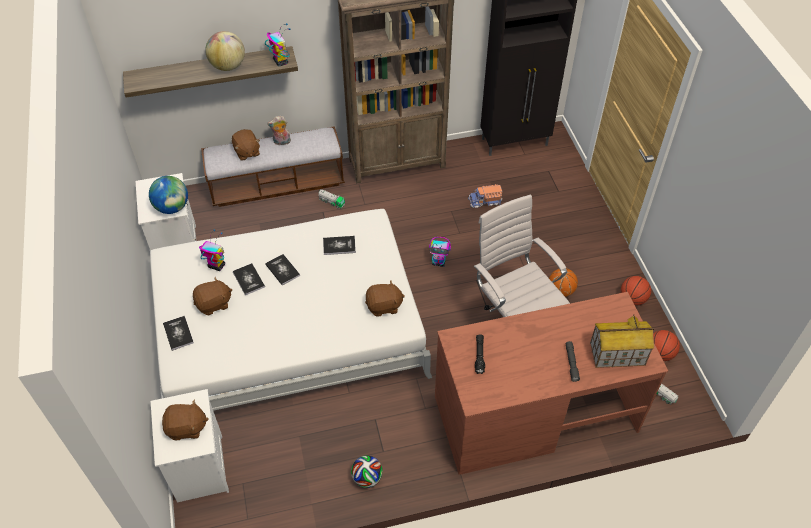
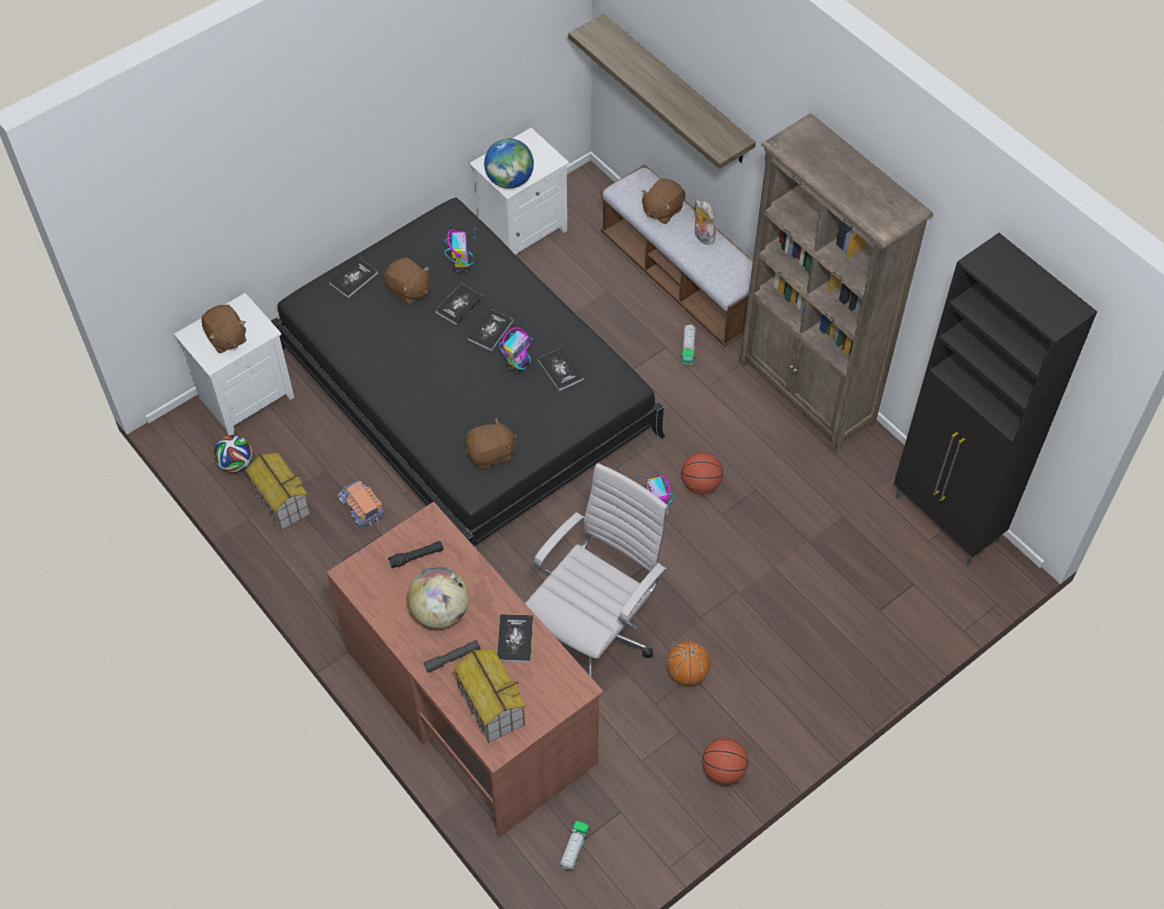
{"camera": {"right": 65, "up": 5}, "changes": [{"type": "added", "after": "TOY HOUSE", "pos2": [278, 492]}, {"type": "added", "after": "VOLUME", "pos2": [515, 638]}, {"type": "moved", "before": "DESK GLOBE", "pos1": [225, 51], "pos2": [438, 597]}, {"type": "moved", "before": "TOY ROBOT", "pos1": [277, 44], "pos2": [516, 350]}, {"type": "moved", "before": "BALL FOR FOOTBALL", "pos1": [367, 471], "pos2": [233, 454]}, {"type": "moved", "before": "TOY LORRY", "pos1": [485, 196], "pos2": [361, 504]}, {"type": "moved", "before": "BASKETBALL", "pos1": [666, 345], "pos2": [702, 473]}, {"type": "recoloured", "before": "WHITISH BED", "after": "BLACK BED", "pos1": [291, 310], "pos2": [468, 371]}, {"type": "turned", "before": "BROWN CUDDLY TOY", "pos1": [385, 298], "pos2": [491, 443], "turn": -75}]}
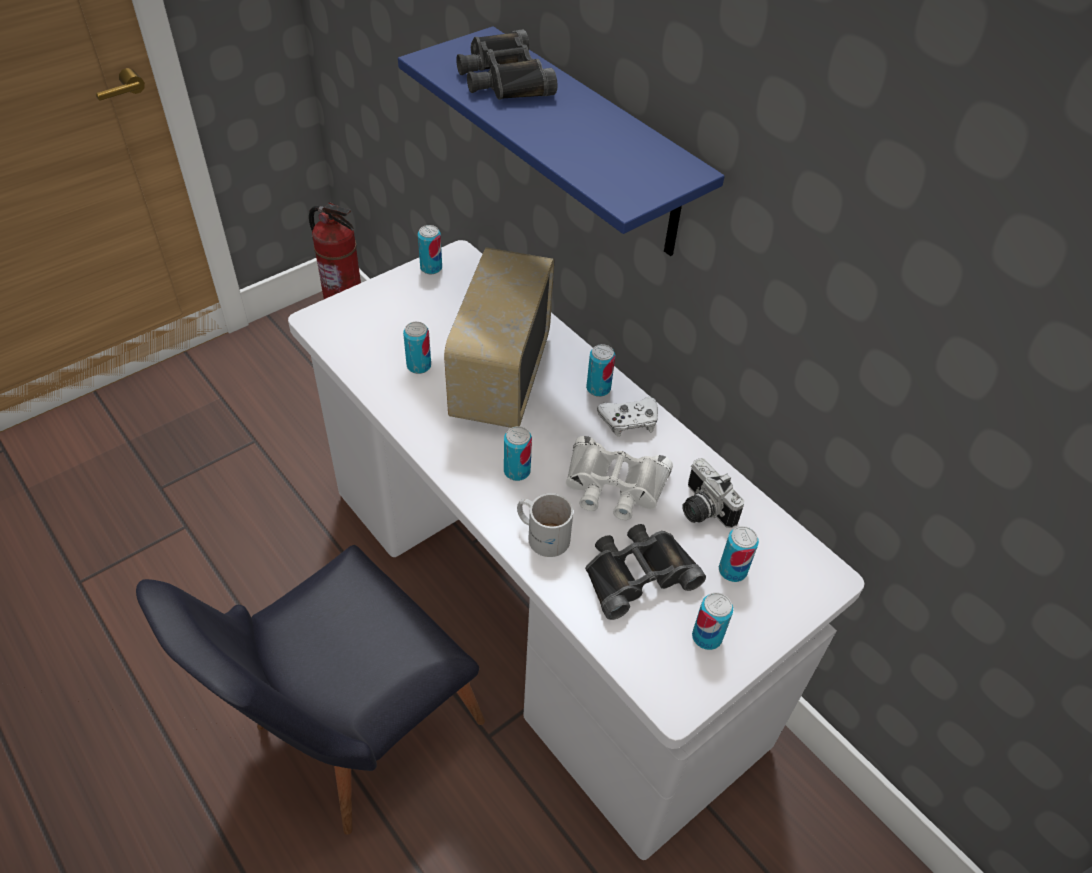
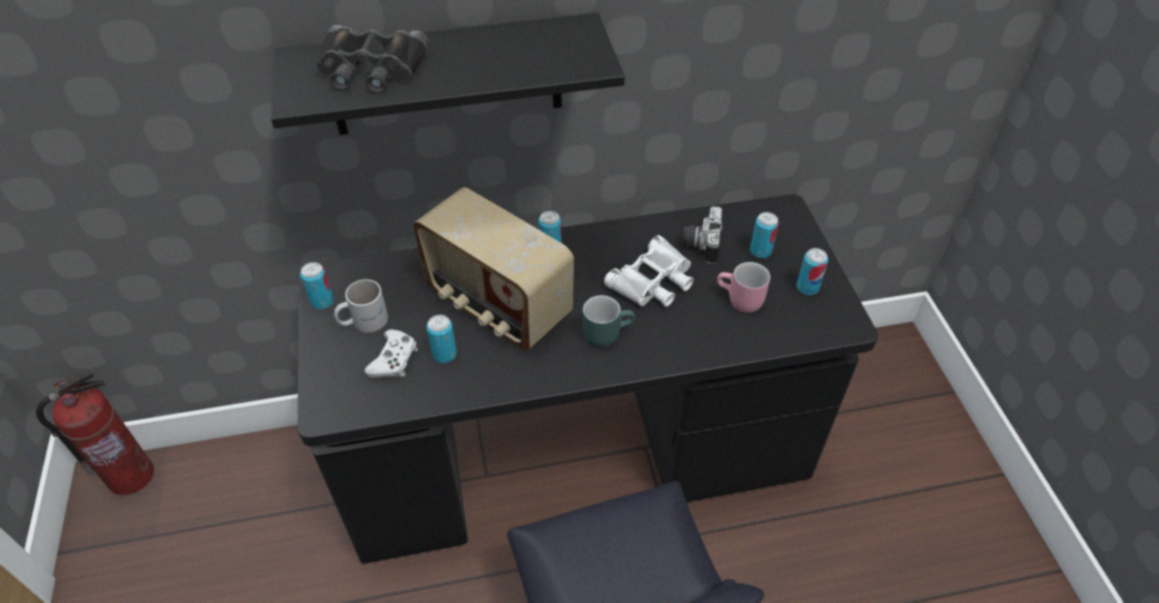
{"camera": {"right": -60, "up": 0}, "changes": [{"type": "moved", "before": "WHITISH MUG", "pos1": [545, 525], "pos2": [361, 305]}, {"type": "moved", "before": "WHITISH JOYPAD", "pos1": [627, 417], "pos2": [391, 353]}, {"type": "replaced", "before": "SEALED CAN", "after": "TURQUOISE MUG", "pos1": [518, 453], "pos2": [609, 321]}, {"type": "replaced", "before": "BLACK PAIR OF BINOCULARS", "after": "PINK-COLOURED MUG", "pos1": [645, 572], "pos2": [743, 287]}, {"type": "recoloured", "before": "WHITISH DESK UNIT", "after": "BLACK DESK UNIT", "pos1": [576, 550], "pos2": [588, 379]}, {"type": "recoloured", "before": "BLUE-COLOURED WALL SHELF", "after": "BLACK WALL SHELF", "pos1": [561, 141], "pos2": [448, 74]}, {"type": "turned", "before": "STILL CAMERA", "pos1": [713, 493], "pos2": [702, 235], "turn": 105}]}
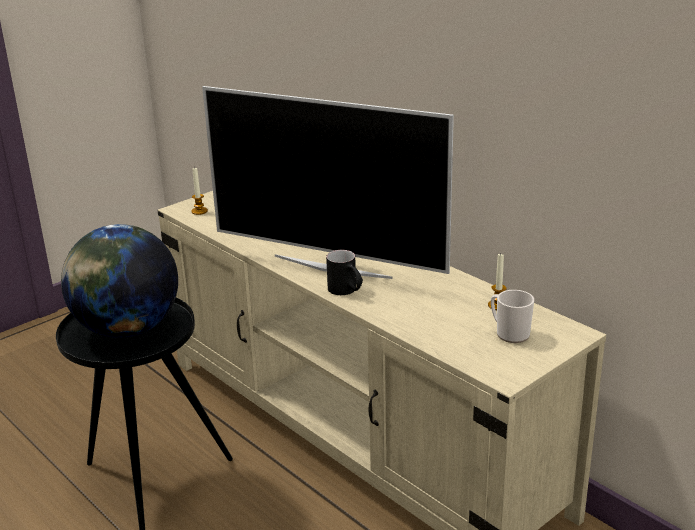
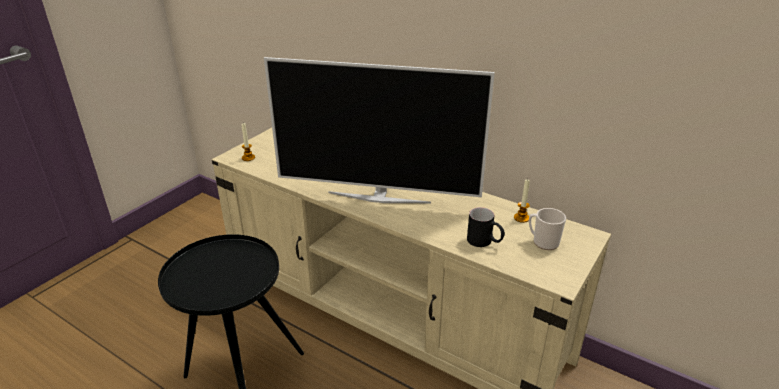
{"camera": {"right": -15, "up": 5}, "changes": [{"type": "removed", "before": "DESK GLOBE", "pos1": [119, 281]}, {"type": "moved", "before": "BLACK MUG", "pos1": [344, 272], "pos2": [486, 227]}]}
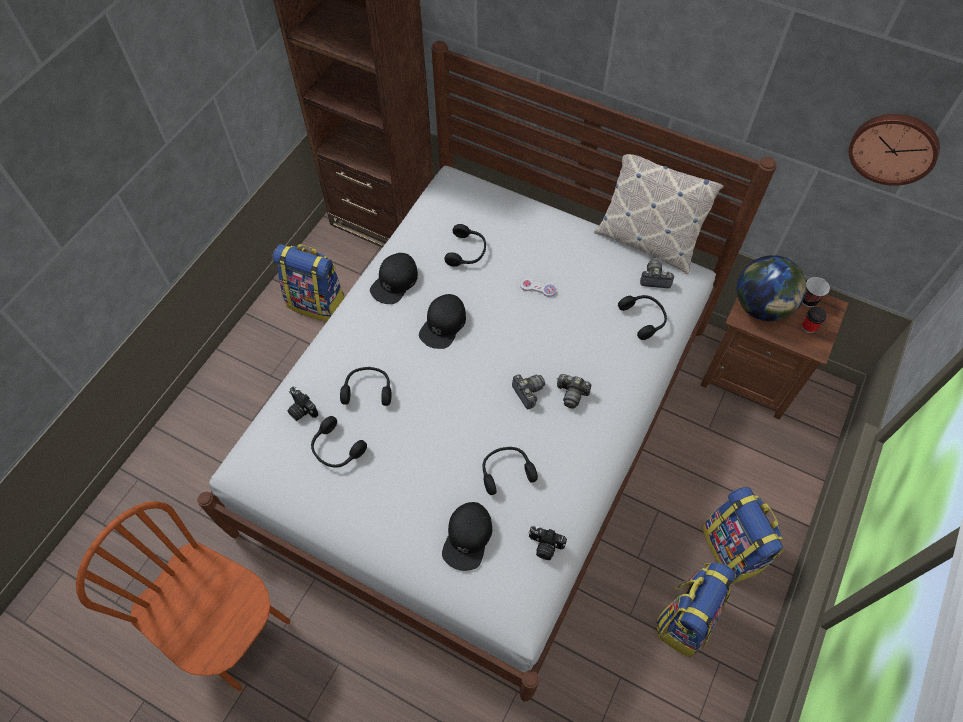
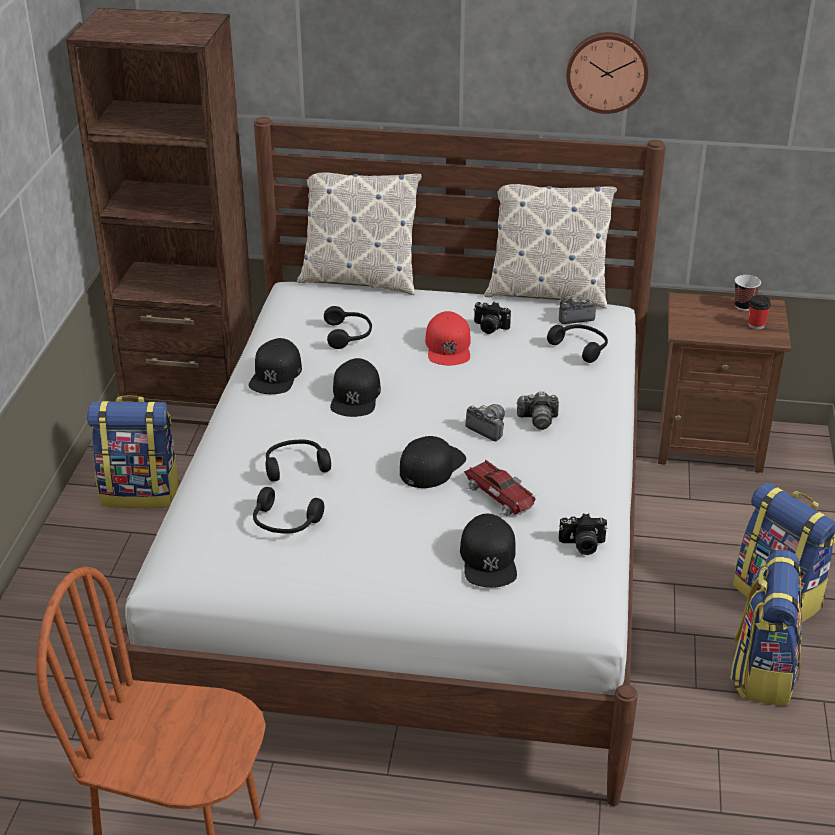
{"camera": {"right": -20, "up": -25}, "changes": [{"type": "removed", "before": "DESK GLOBE", "pos1": [771, 288]}, {"type": "added", "after": "PILLOW", "pos2": [359, 233]}, {"type": "added", "after": "BLACK PEAKED CAP", "pos2": [433, 462]}, {"type": "moved", "before": "STILL CAMERA", "pos1": [302, 404], "pos2": [492, 318]}, {"type": "moved", "before": "HANGING CLOCK", "pos1": [894, 150], "pos2": [607, 73]}, {"type": "replaced", "before": "BLACK HEADPHONES", "after": "MINIATURE CAR", "pos1": [510, 471], "pos2": [500, 488]}, {"type": "replaced", "before": "WHITISH JOYPAD", "after": "RED-COLOURED PEAKED CAP", "pos1": [538, 287], "pos2": [448, 338]}]}
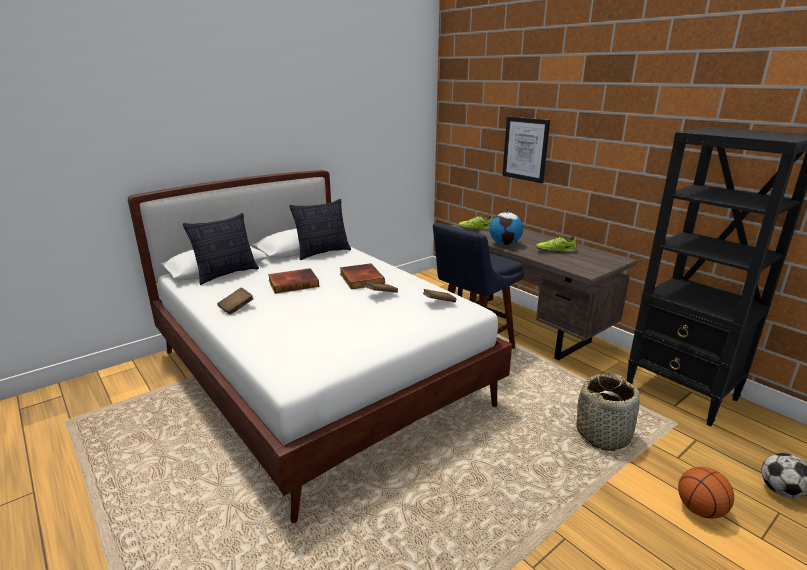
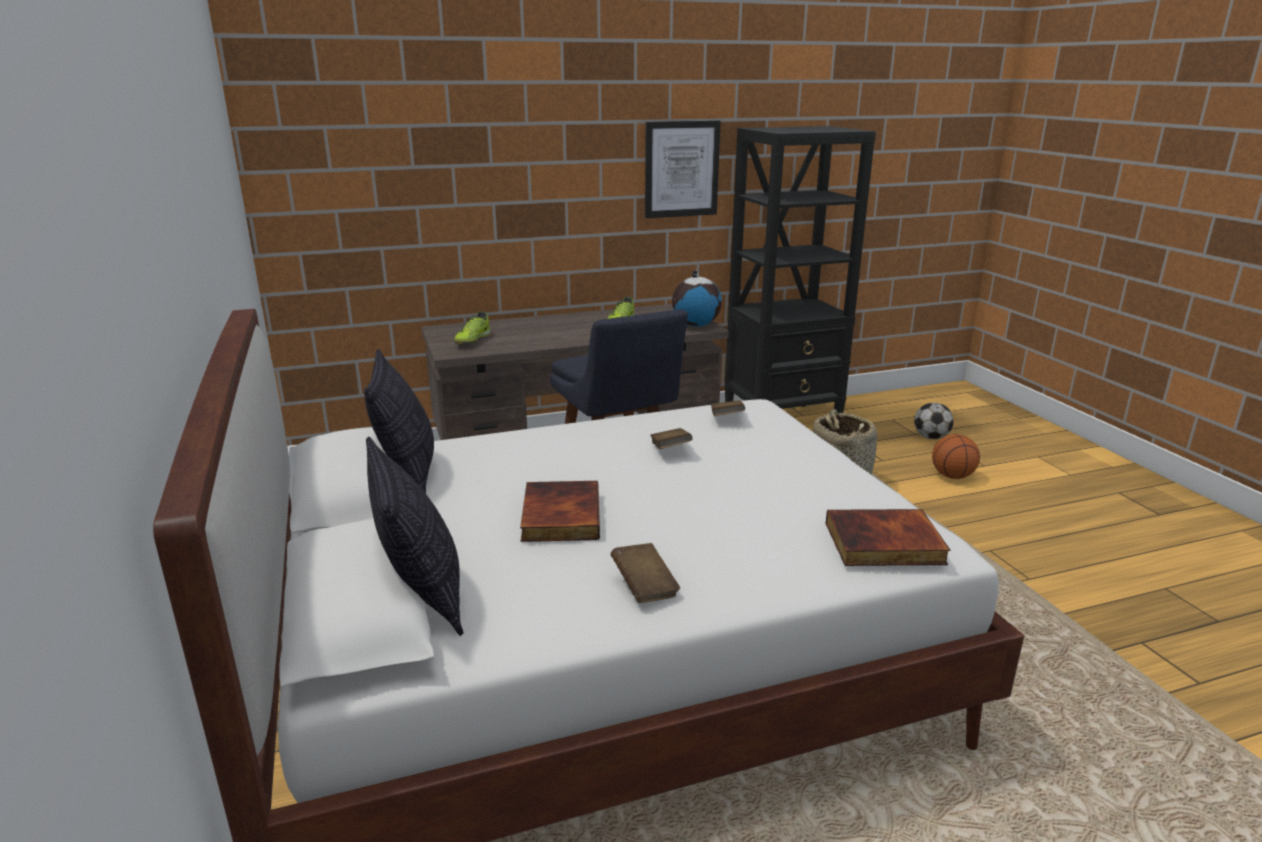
{"camera": {"right": -70, "up": 0}, "changes": [{"type": "moved", "before": "VOLUME", "pos1": [362, 276], "pos2": [888, 537]}, {"type": "moved", "before": "DESK GLOBE", "pos1": [506, 226], "pos2": [697, 298]}, {"type": "moved", "before": "WALL PICTURE", "pos1": [526, 150], "pos2": [683, 169]}]}
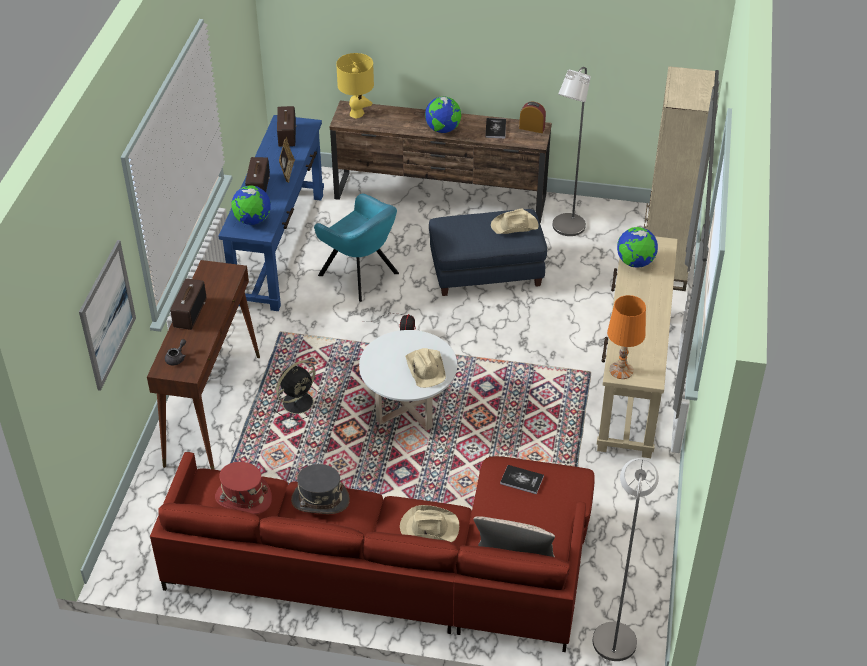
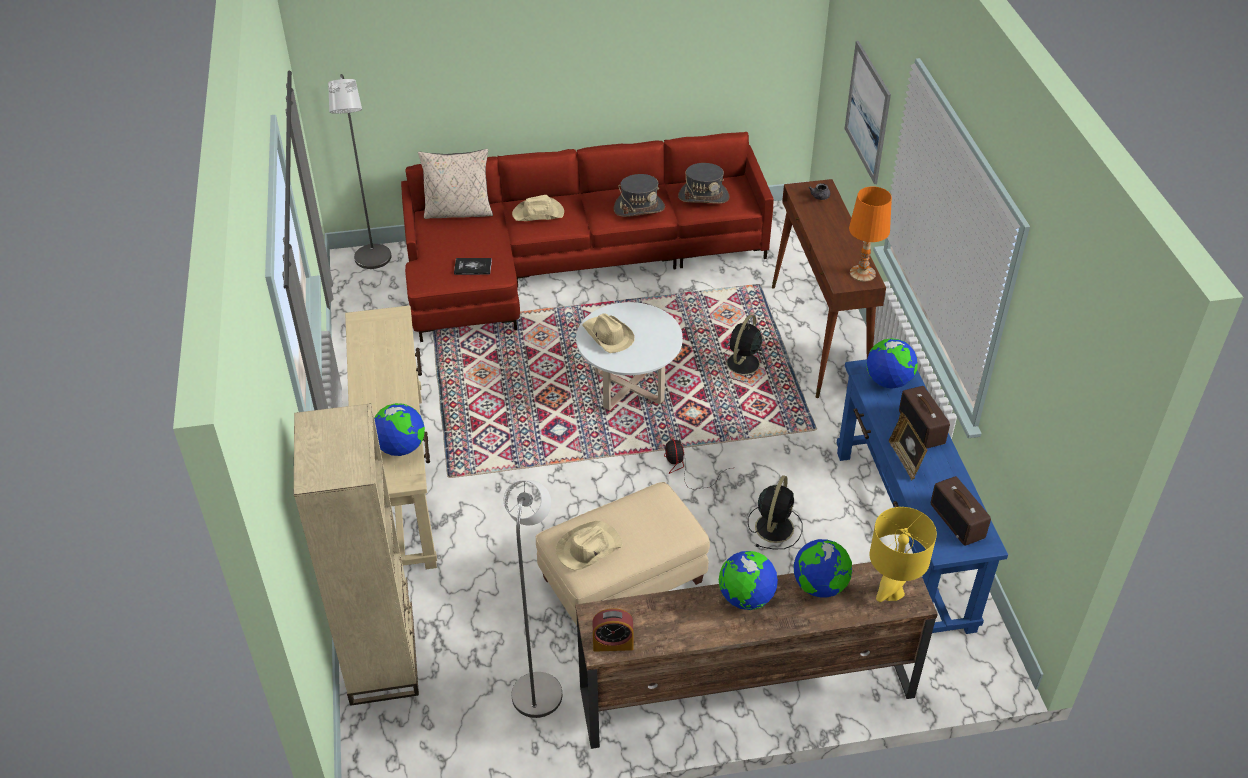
{"camera": {"right": 160, "up": 0}, "changes": [{"type": "removed", "before": "RADIO RECEIVER", "pos1": [188, 304]}, {"type": "removed", "before": "VOLUME", "pos1": [495, 128]}, {"type": "added", "after": "DESK GLOBE", "pos2": [822, 568]}, {"type": "moved", "before": "ORANGEY TABLETOP LAMP", "pos1": [626, 337], "pos2": [870, 234]}, {"type": "replaced", "before": "TURQUOISE ARMCHAIR", "after": "BLACK FAN", "pos1": [356, 248], "pos2": [775, 512]}, {"type": "recoloured", "before": "RED-COLOURED CLOTHING HAT", "after": "GREY CLOTHING HAT", "pos1": [243, 488], "pos2": [703, 183]}, {"type": "recoloured", "before": "BLUE-COLOURED FOOTREST", "after": "BEIGE-COLOURED FOOTREST", "pos1": [488, 252], "pos2": [623, 554]}]}
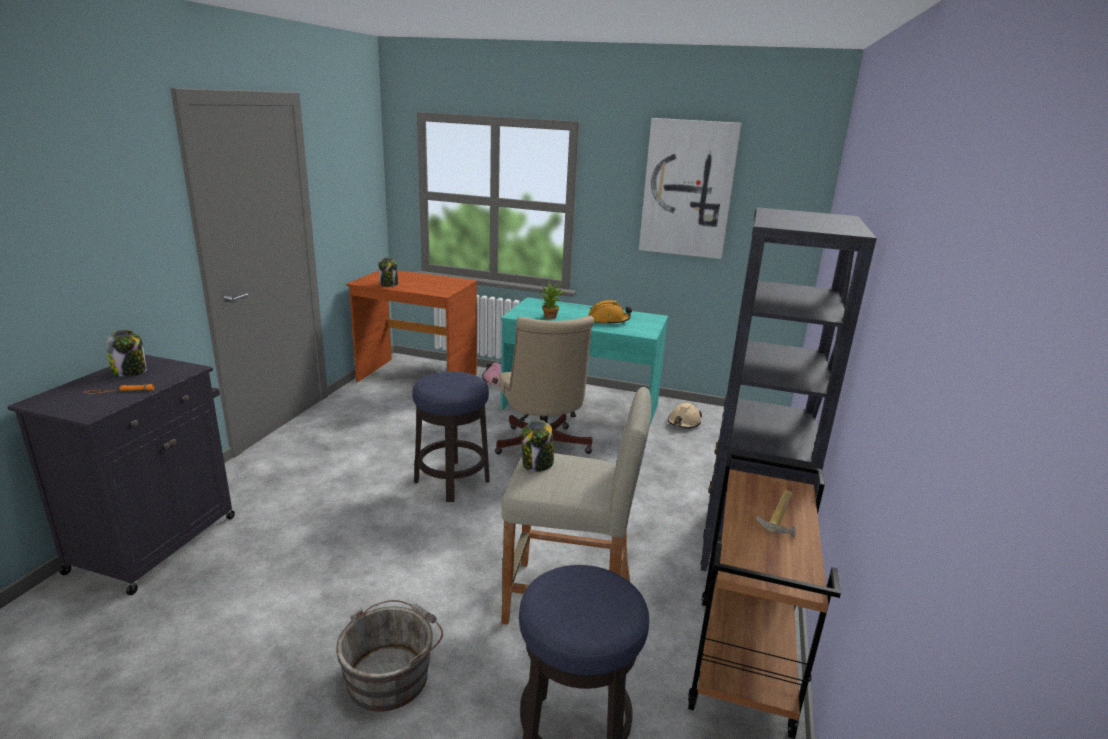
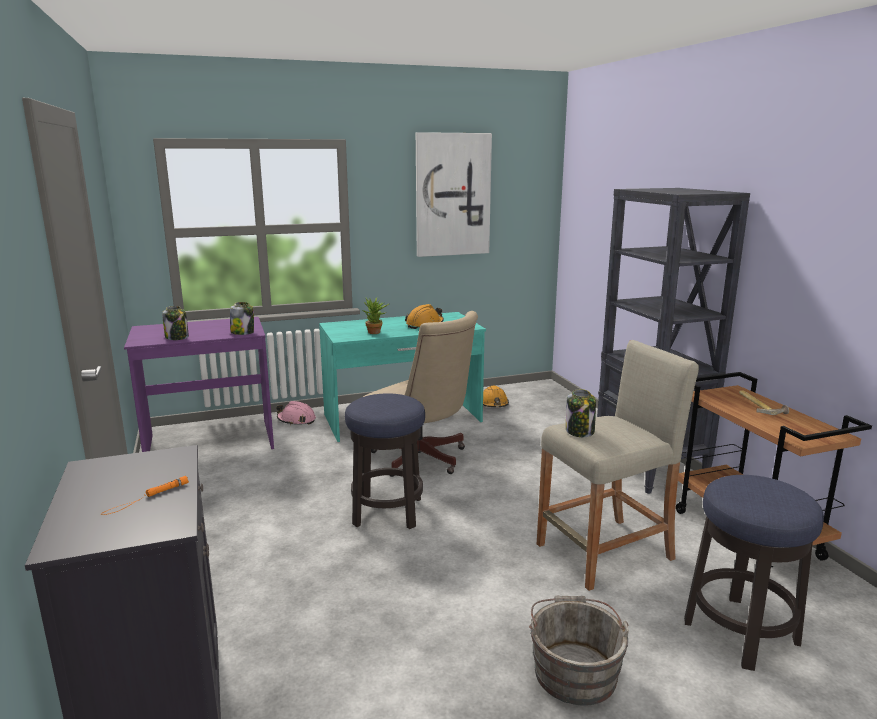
{"camera": {"right": -35, "up": -5}, "changes": [{"type": "moved", "before": "JAR", "pos1": [126, 353], "pos2": [242, 318]}, {"type": "recoloured", "before": "BROWN DESK UNIT", "after": "PURPLE-COLOURED DESK UNIT", "pos1": [411, 326], "pos2": [199, 384]}, {"type": "recoloured", "before": "BEIGE-COLOURED WORK HELMET", "after": "ORANGEY WORK HELMET", "pos1": [685, 415], "pos2": [496, 396]}]}
